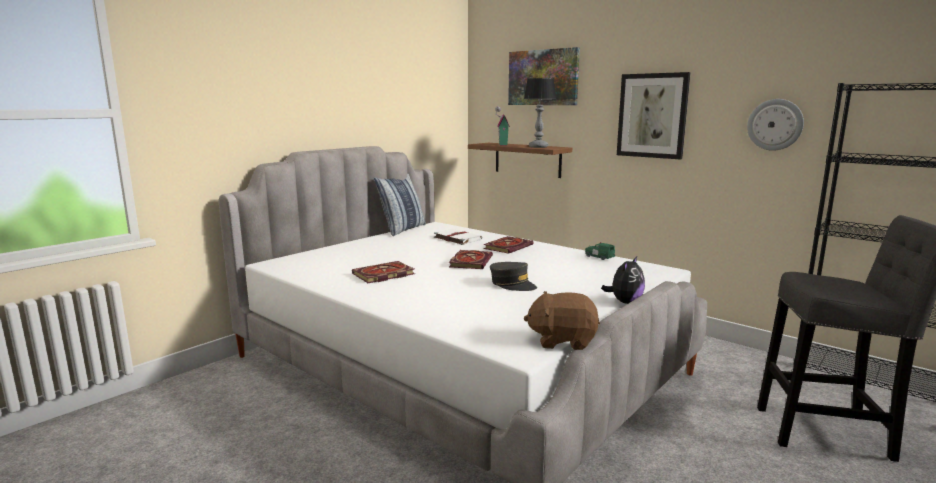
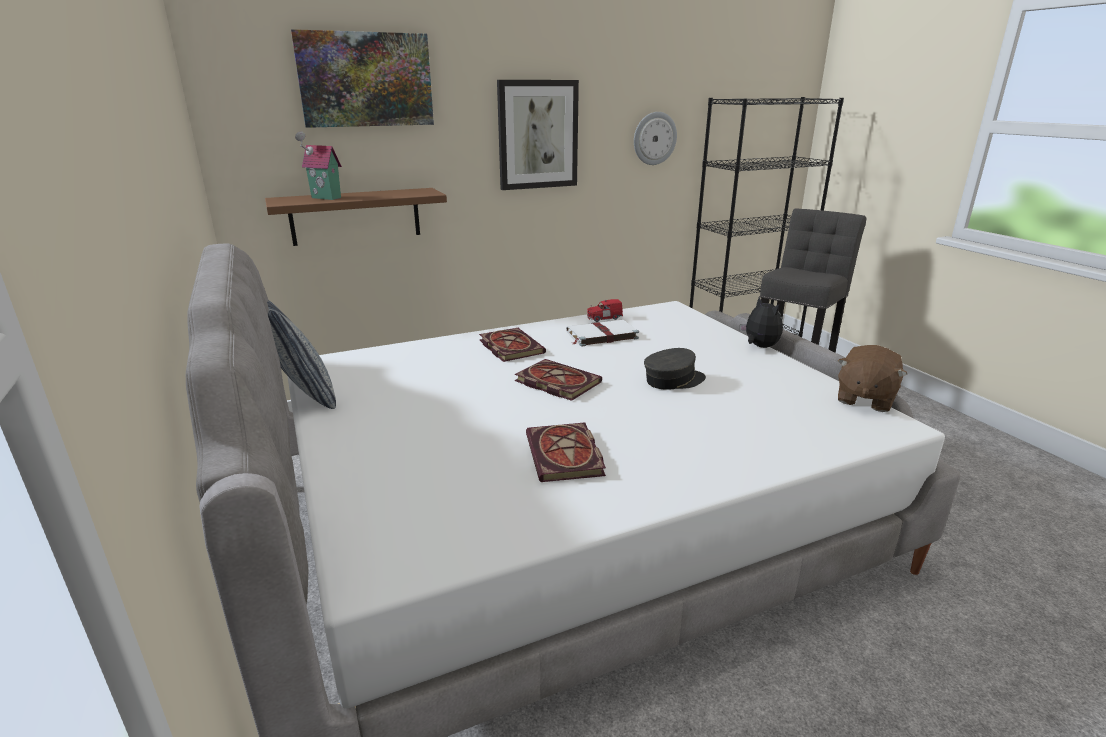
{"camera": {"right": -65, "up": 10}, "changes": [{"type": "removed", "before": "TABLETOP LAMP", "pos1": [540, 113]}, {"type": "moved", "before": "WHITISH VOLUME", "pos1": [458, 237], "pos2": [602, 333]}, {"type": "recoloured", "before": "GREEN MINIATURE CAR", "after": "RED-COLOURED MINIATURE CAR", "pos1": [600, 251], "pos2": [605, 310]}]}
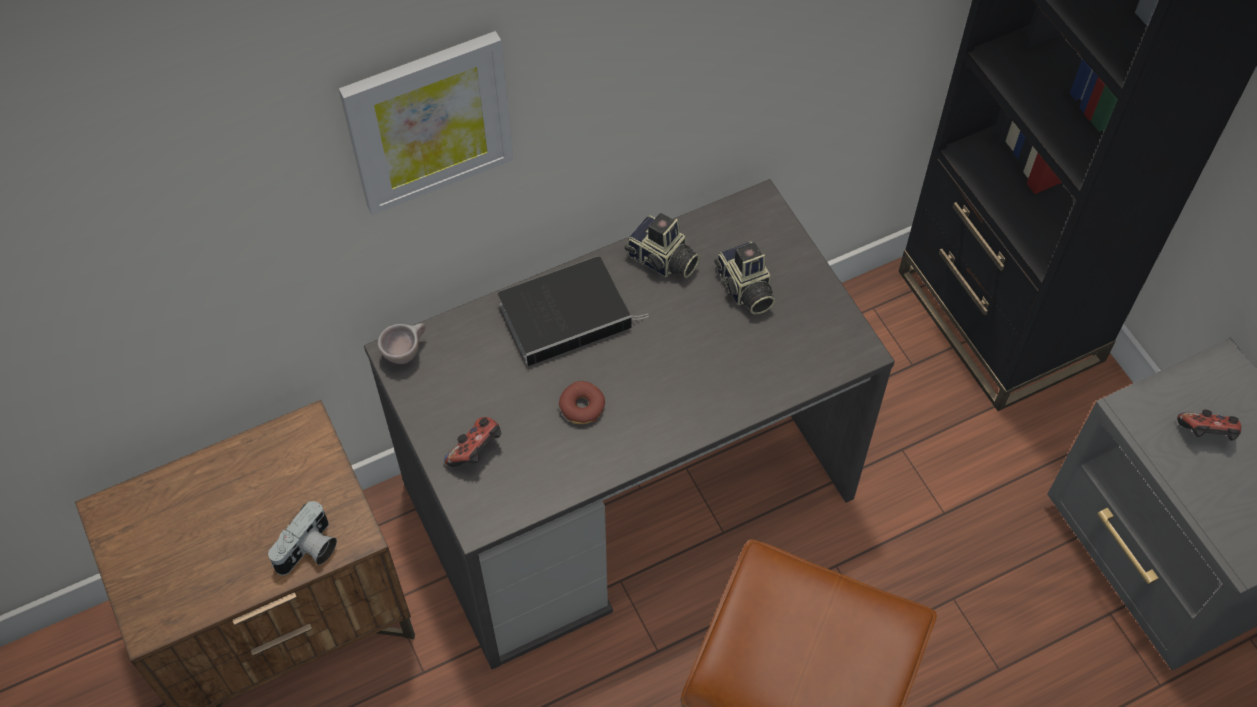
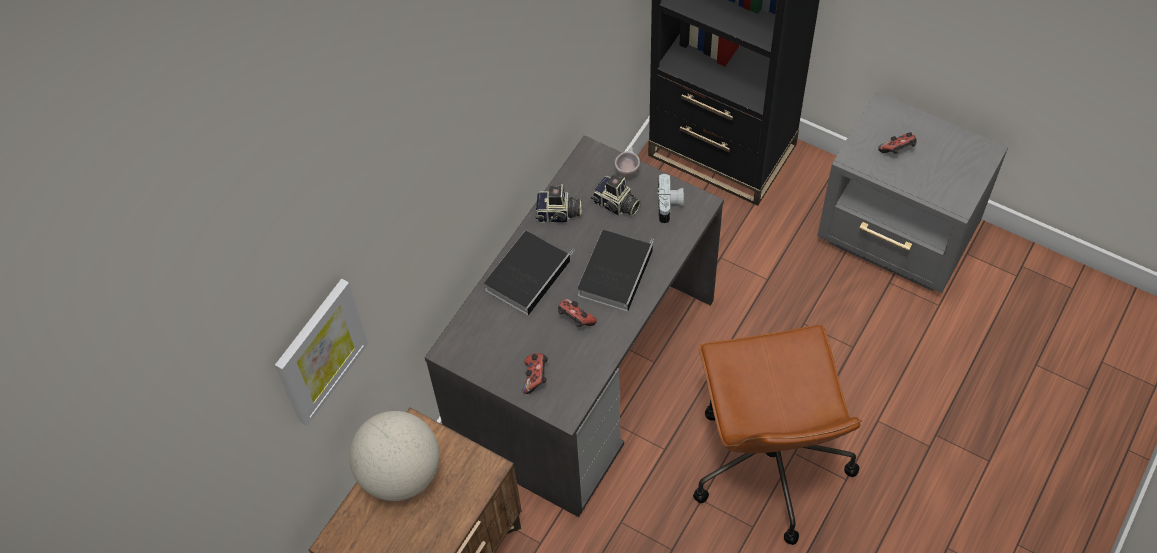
{"camera": {"right": -30, "up": 0}, "changes": [{"type": "added", "after": "DESK GLOBE", "pos2": [394, 456]}, {"type": "added", "after": "VOLUME", "pos2": [616, 271]}, {"type": "moved", "before": "STILL CAMERA", "pos1": [302, 538], "pos2": [671, 198]}, {"type": "moved", "before": "WALL PICTURE", "pos1": [426, 123], "pos2": [321, 352]}, {"type": "moved", "before": "BEIGE-COLOURED SMALL CUP", "pos1": [401, 343], "pos2": [627, 162]}, {"type": "replaced", "before": "DOUGHNUT", "after": "JOYPAD", "pos1": [582, 402], "pos2": [577, 313]}]}
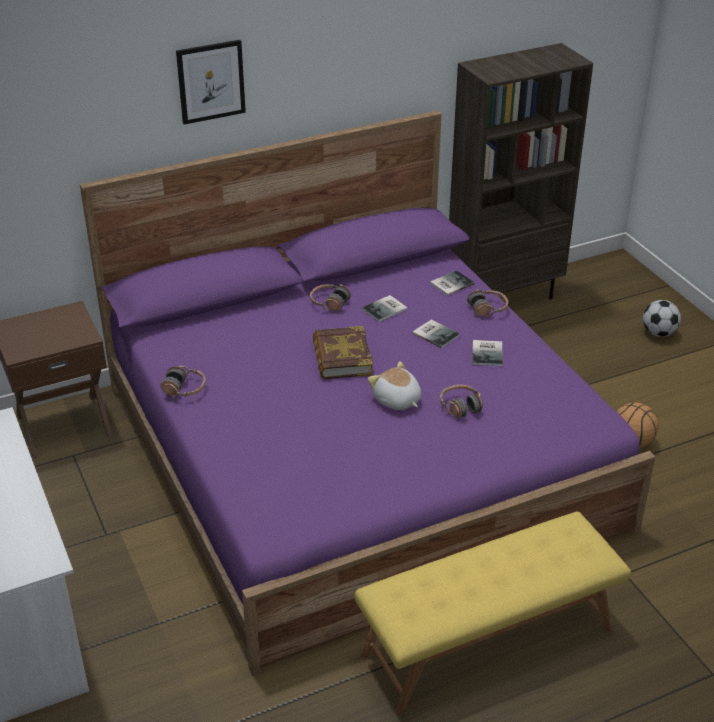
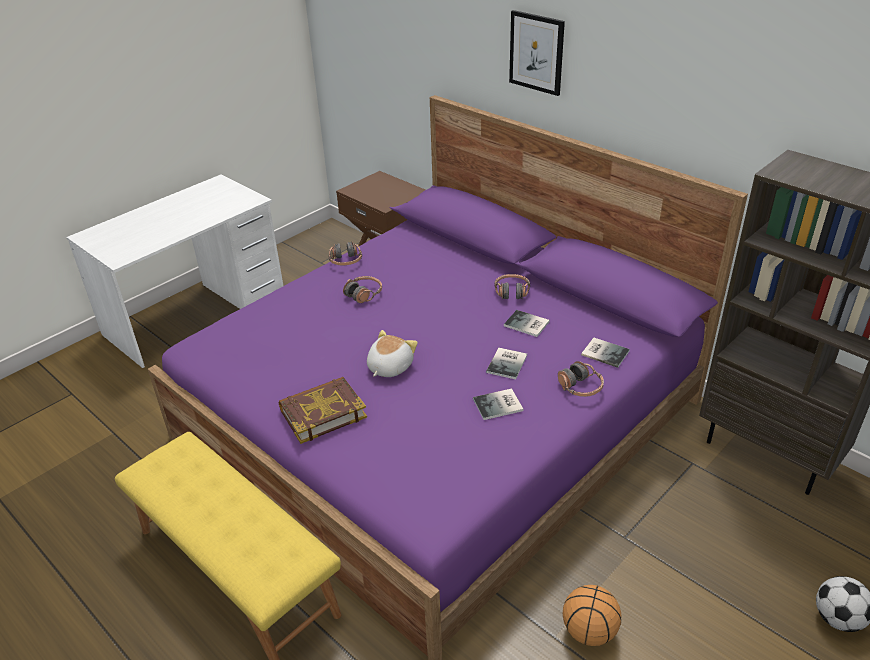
{"camera": {"right": 70, "up": 0}, "changes": [{"type": "moved", "before": "VOLUME", "pos1": [343, 352], "pos2": [323, 410]}, {"type": "moved", "before": "HEADPHONES", "pos1": [461, 402], "pos2": [362, 289]}]}
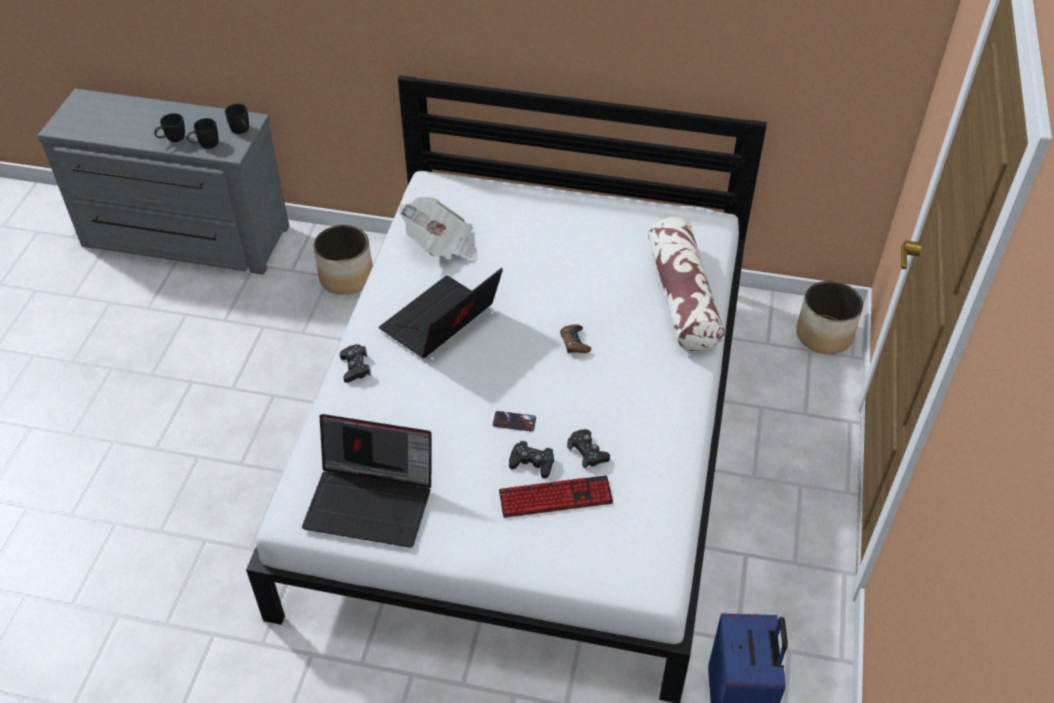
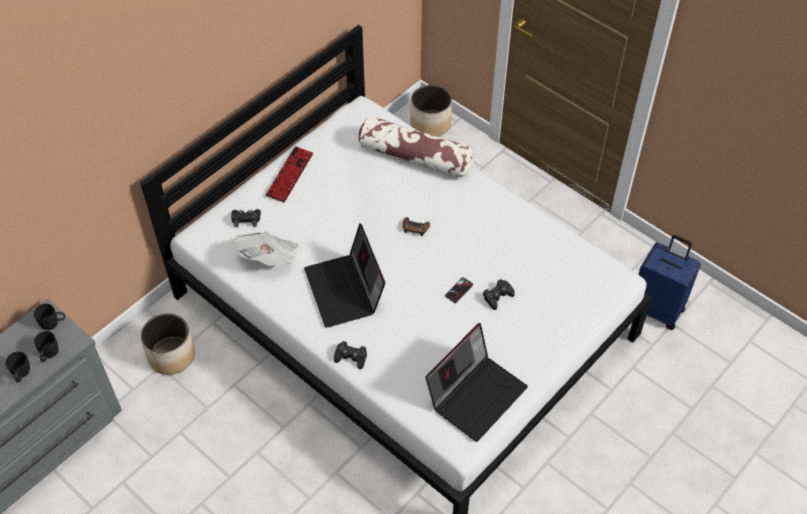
{"camera": {"right": -60, "up": 5}, "changes": [{"type": "moved", "before": "COMPUTER KEYBOARD", "pos1": [556, 496], "pos2": [289, 174]}, {"type": "moved", "before": "BLACK JOYPAD", "pos1": [588, 449], "pos2": [246, 218]}]}
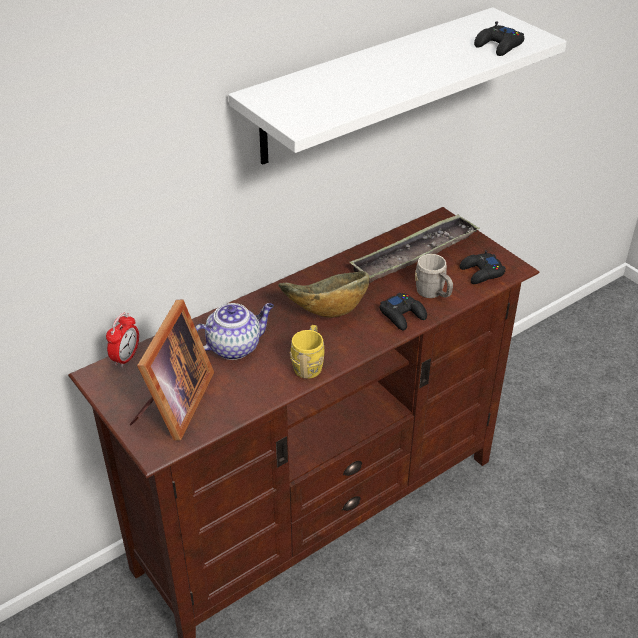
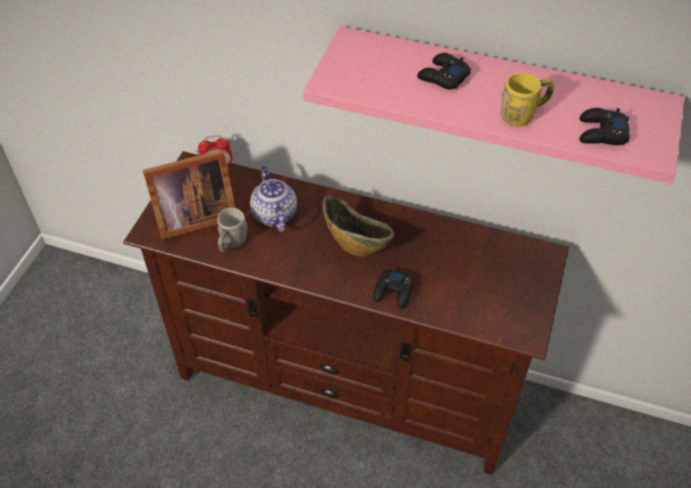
{"camera": {"right": 55, "up": 10}, "changes": [{"type": "removed", "before": "SERVING TRAY", "pos1": [414, 248]}, {"type": "moved", "before": "YELLOW-COLOURED MUG", "pos1": [307, 352], "pos2": [528, 100]}, {"type": "moved", "before": "GREY MUG", "pos1": [434, 276], "pos2": [232, 230]}, {"type": "moved", "before": "BLACK JOYPAD", "pos1": [482, 267], "pos2": [444, 71]}, {"type": "recoloured", "before": "WHITISH WALL SHELF", "after": "PINK-COLOURED WALL SHELF", "pos1": [397, 86], "pos2": [494, 105]}, {"type": "turned", "before": "TEA POT", "pos1": [234, 331], "pos2": [273, 199], "turn": -135}]}
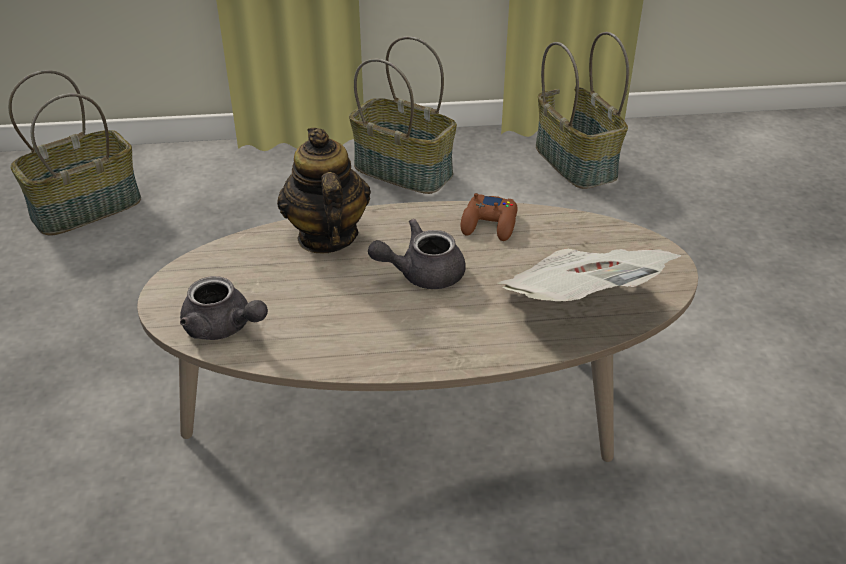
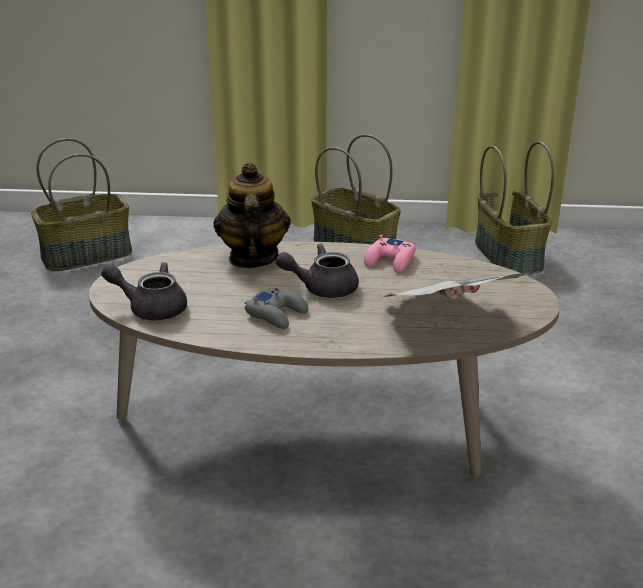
{"camera": {"right": 10, "up": -10}, "changes": [{"type": "added", "after": "GREY JOYPAD", "pos2": [276, 308]}, {"type": "recoloured", "before": "BROWN JOYPAD", "after": "PINK-COLOURED JOYPAD", "pos1": [489, 217], "pos2": [390, 254]}, {"type": "turned", "before": "GREY TEA POT", "pos1": [224, 308], "pos2": [144, 291], "turn": 150}]}
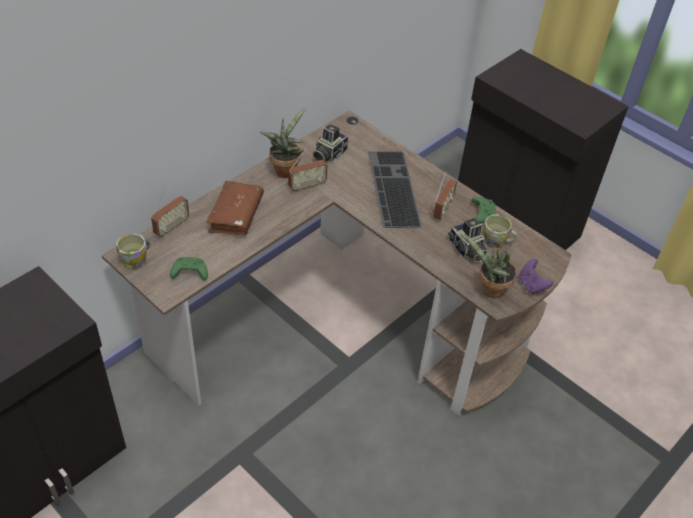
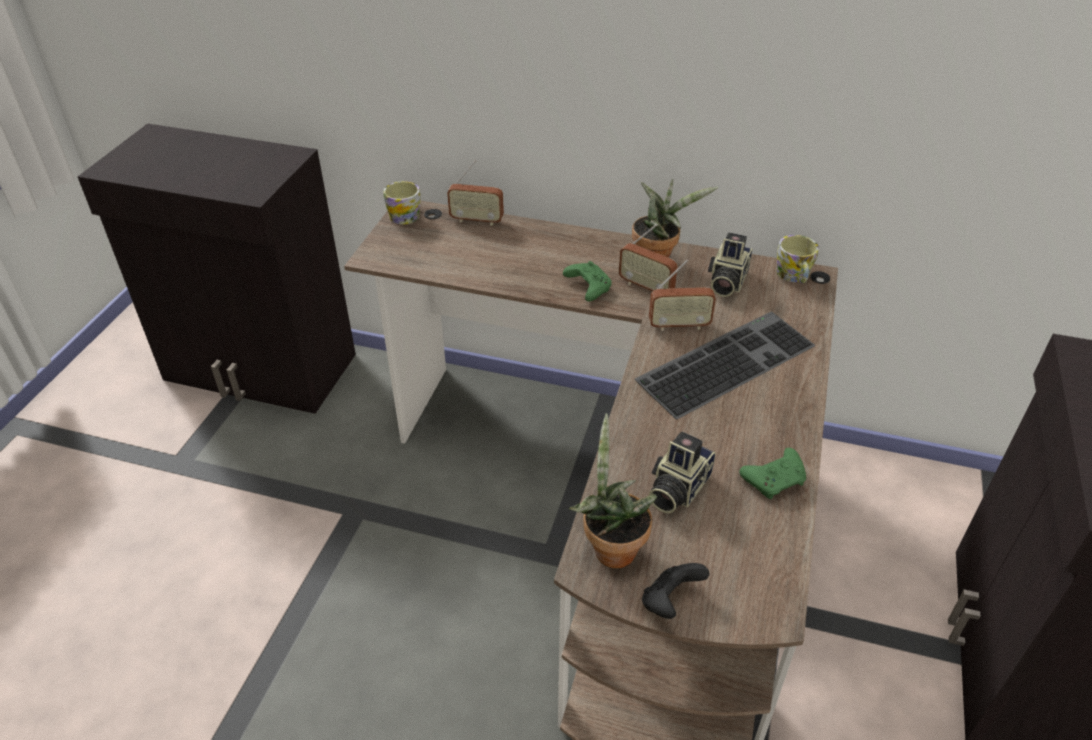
{"camera": {"right": 65, "up": -5}, "changes": [{"type": "removed", "before": "BROWN VOLUME", "pos1": [235, 208]}, {"type": "moved", "before": "GREEN JOYPAD", "pos1": [189, 268], "pos2": [587, 281]}, {"type": "moved", "before": "RADIO RECEIVER", "pos1": [445, 196], "pos2": [682, 295]}, {"type": "moved", "before": "MUG", "pos1": [500, 231], "pos2": [797, 259]}, {"type": "recoloured", "before": "PURPLE-COLOURED JOYPAD", "after": "BLACK JOYPAD", "pos1": [536, 276], "pos2": [675, 591]}, {"type": "turned", "before": "STILL CAMERA", "pos1": [330, 143], "pos2": [730, 264], "turn": -75}]}
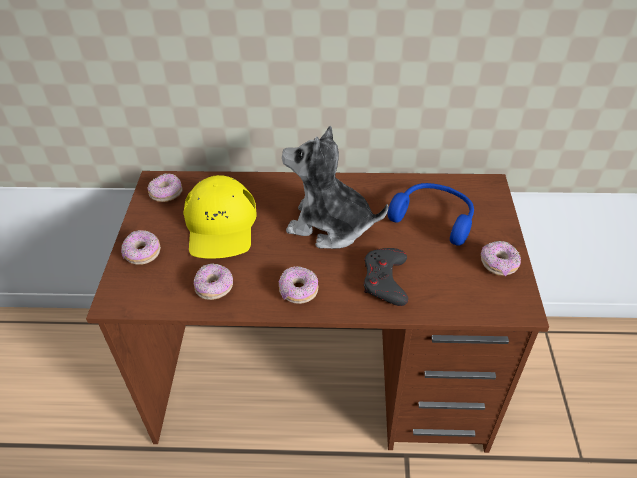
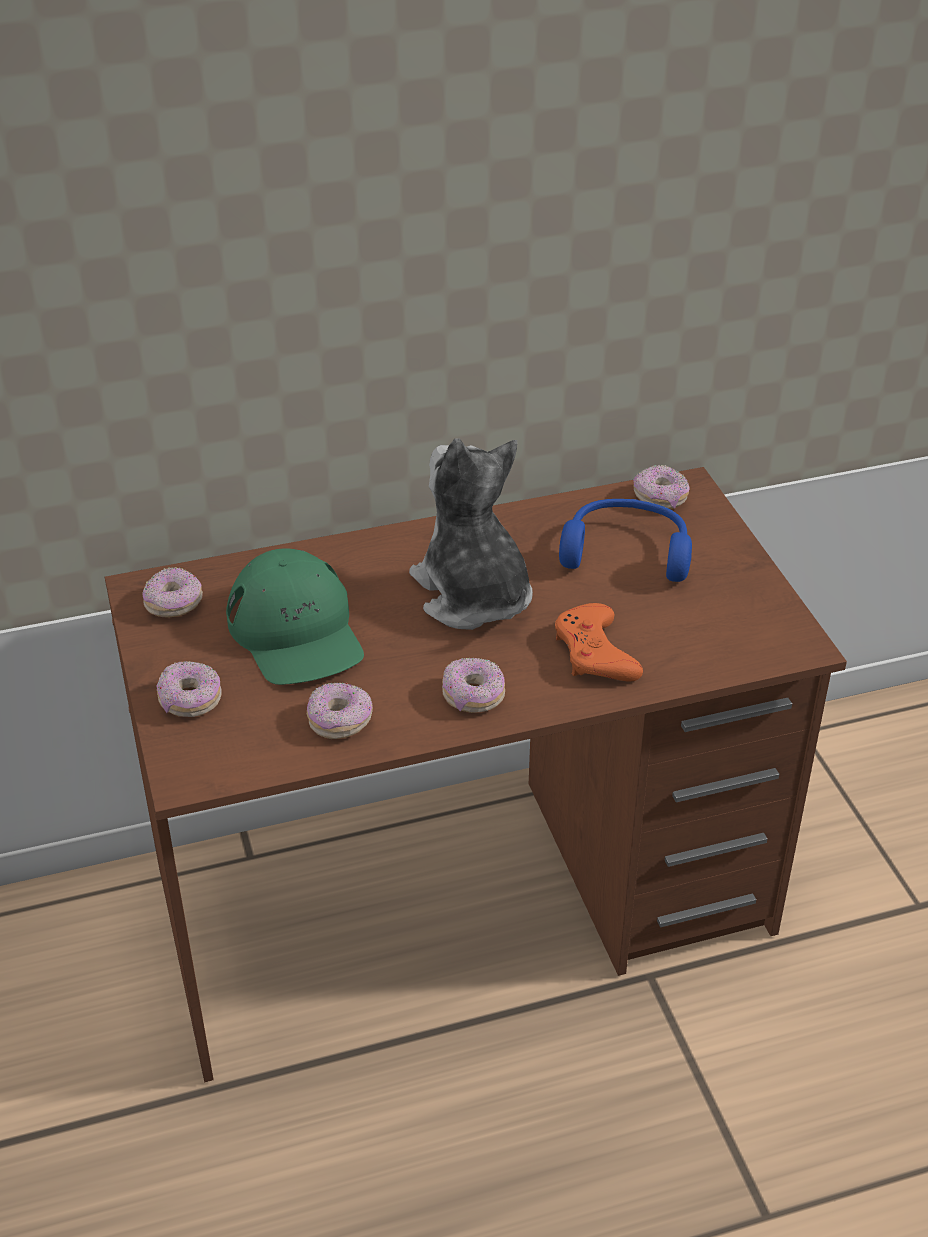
{"camera": {"right": -20, "up": -5}, "changes": [{"type": "moved", "before": "DOUGHNUT", "pos1": [501, 258], "pos2": [661, 487]}, {"type": "recoloured", "before": "YELLOW-COLOURED PEAKED CAP", "after": "GREEN PEAKED CAP", "pos1": [220, 217], "pos2": [295, 616]}, {"type": "recoloured", "before": "GREY JOYPAD", "after": "ORANGEY JOYPAD", "pos1": [386, 277], "pos2": [599, 642]}, {"type": "turned", "before": "CUDDLY TOY", "pos1": [335, 187], "pos2": [471, 534], "turn": 60}]}
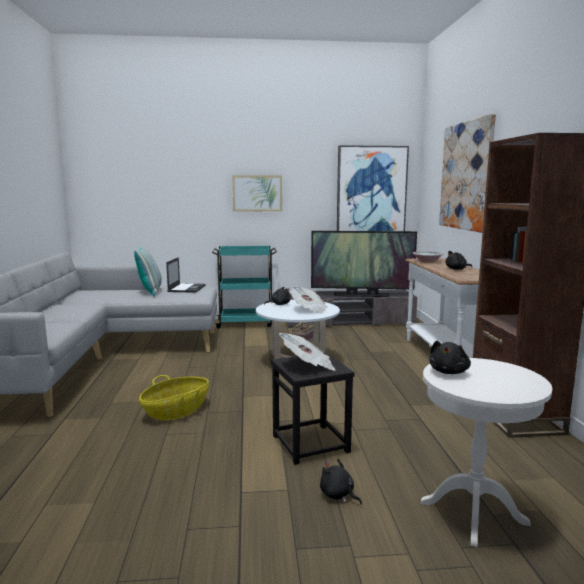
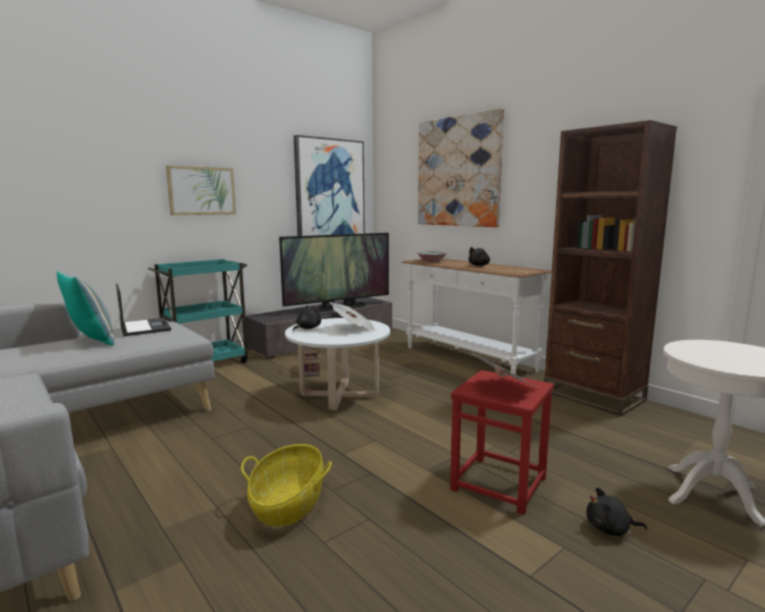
{"camera": {"right": -35, "up": 0}, "changes": [{"type": "removed", "before": "BLACK CUDDLY TOY", "pos1": [450, 357]}, {"type": "recoloured", "before": "BLACK STOOL SEAT", "after": "RED-COLOURED STOOL SEAT", "pos1": [313, 408], "pos2": [502, 442]}]}
